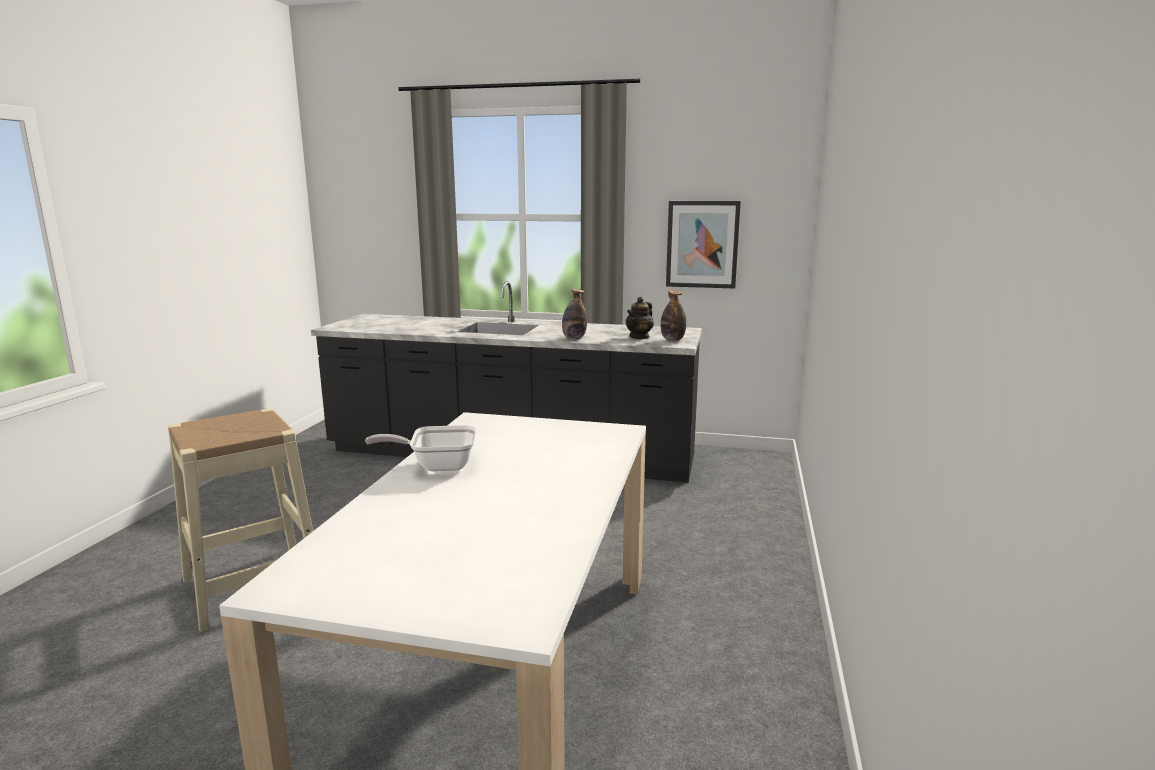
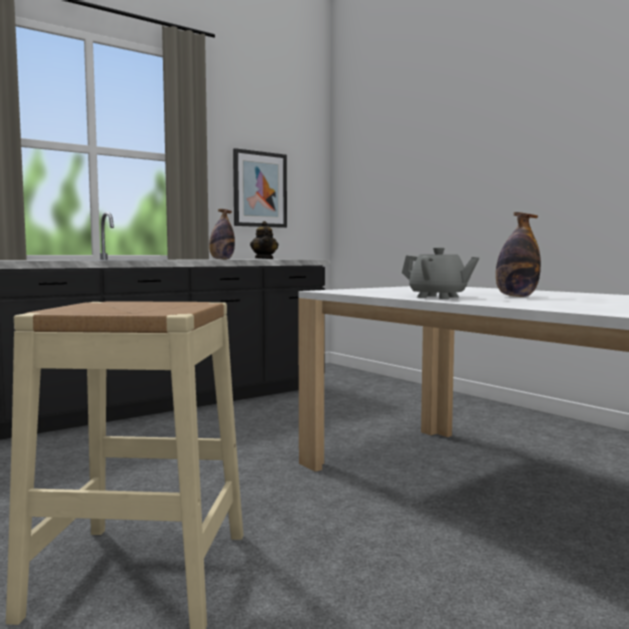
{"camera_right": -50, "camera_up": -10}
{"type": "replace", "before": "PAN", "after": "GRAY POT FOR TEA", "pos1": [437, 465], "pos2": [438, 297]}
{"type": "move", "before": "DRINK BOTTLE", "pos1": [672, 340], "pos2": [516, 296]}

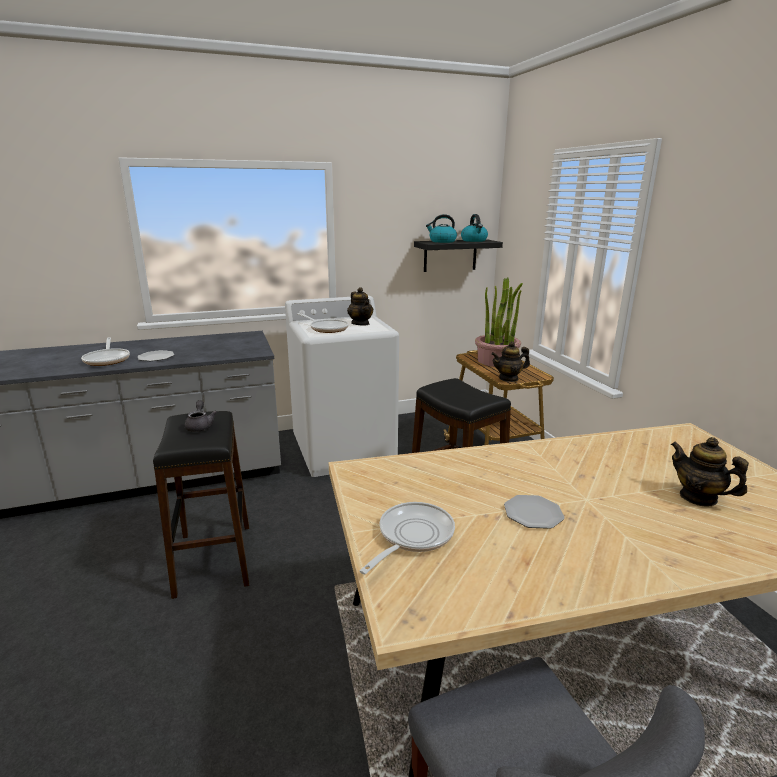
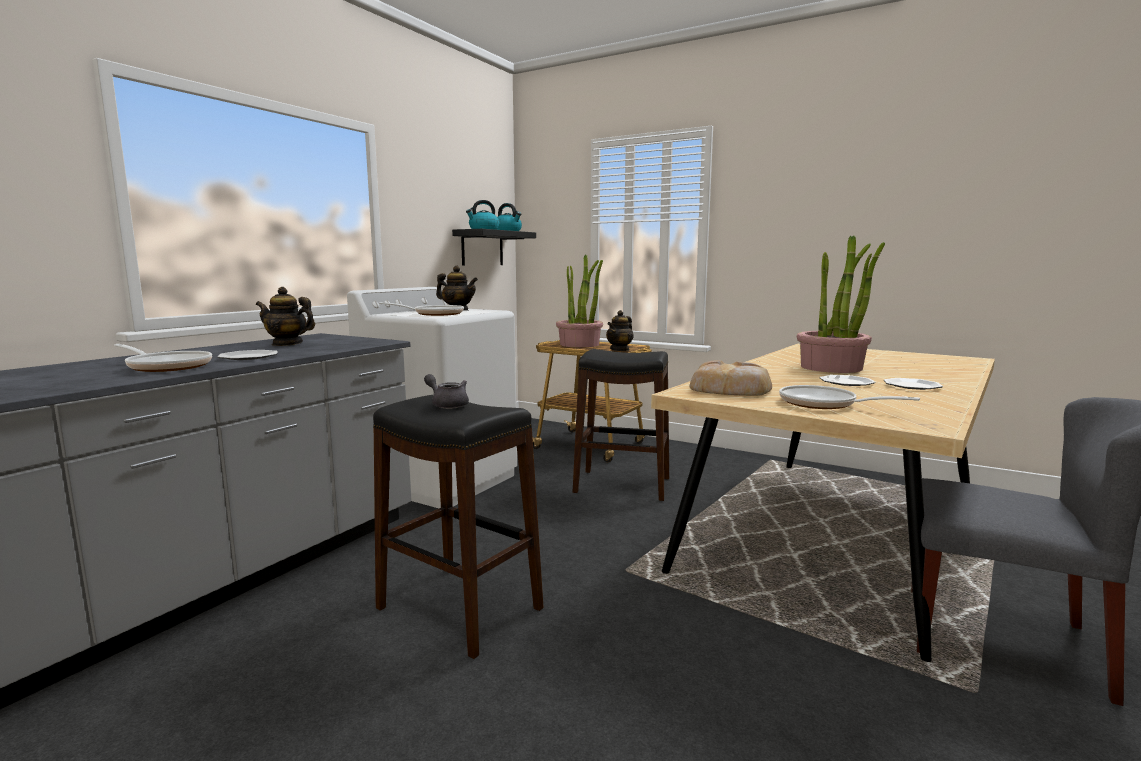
{"camera_right": -40, "camera_up": -10}
{"type": "move", "before": "POT FOR TEA", "pos1": [698, 497], "pos2": [287, 344]}
{"type": "insert", "after": "BREAD", "pos2": [731, 388]}
{"type": "rotate", "before": "PAN", "pos1": [412, 536], "pos2": [824, 404], "turn": -45}
{"type": "insert", "after": "HOUSEPLANT", "pos2": [831, 367]}
{"type": "insert", "after": "DINNER PLATE", "pos2": [912, 386]}

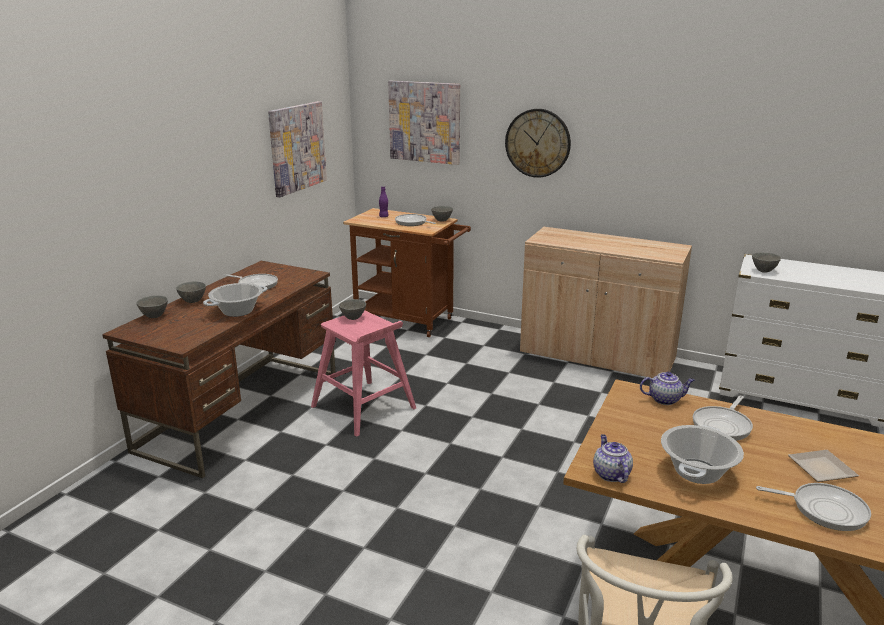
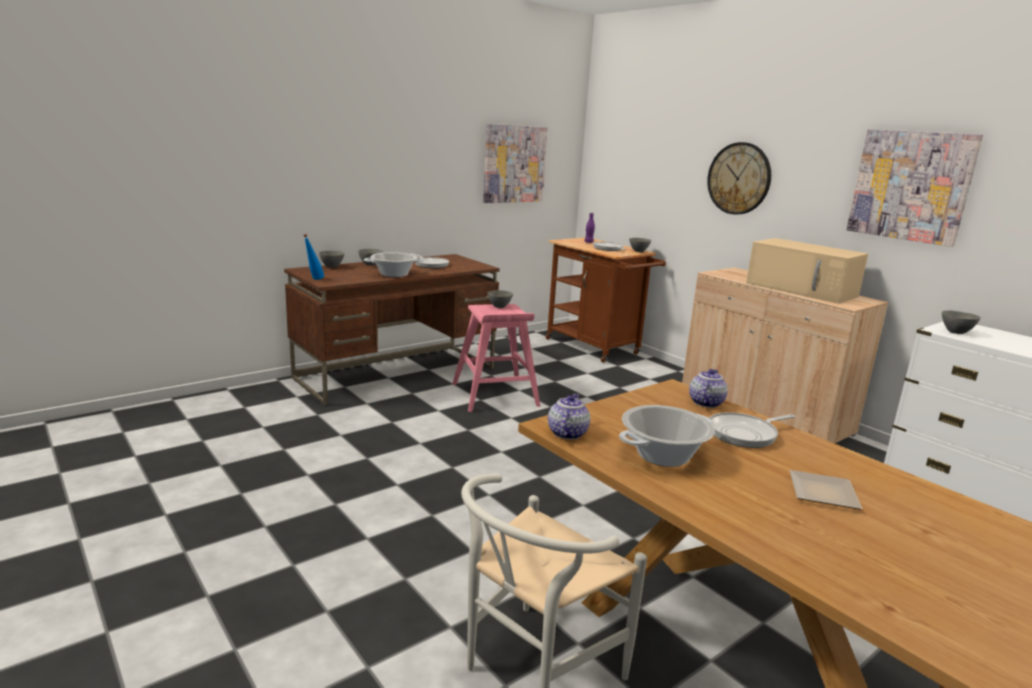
{"camera_right": 25, "camera_up": -5}
{"type": "insert", "after": "BLUE DRINK BOTTLE", "pos2": [314, 280]}
{"type": "rotate", "before": "POT FOR TEA", "pos1": [665, 399], "pos2": [705, 402], "turn": -90}
{"type": "insert", "after": "BEIGE-COLOURED MICROWAVE", "pos2": [802, 290]}
{"type": "move", "before": "WALL ART", "pos1": [425, 122], "pos2": [910, 186]}
{"type": "delete", "before": "PAN", "pos1": [824, 509]}

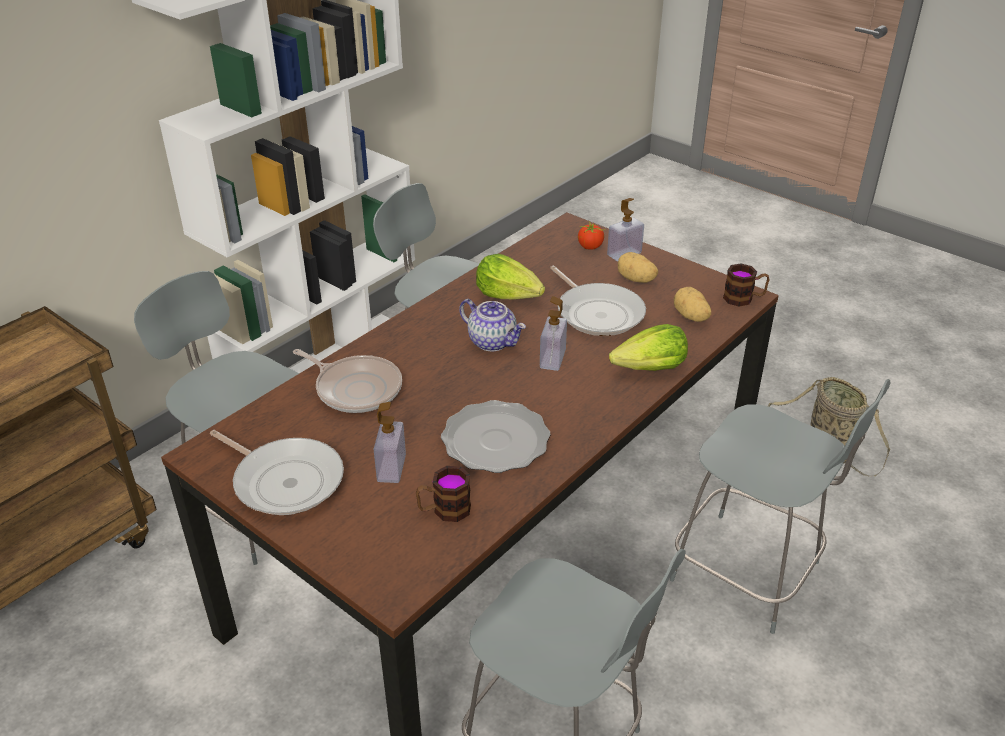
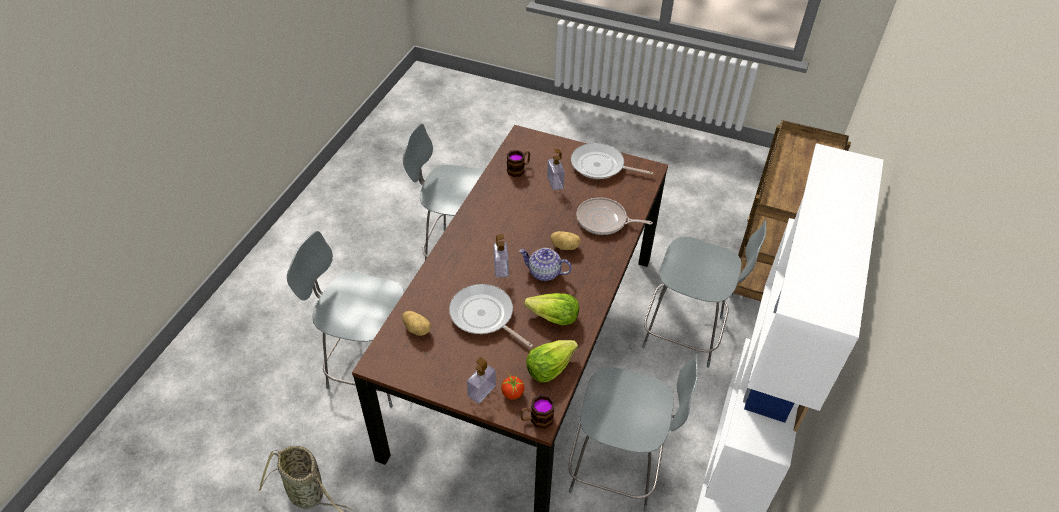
{"camera_right": 160, "camera_up": 10}
{"type": "move", "before": "TEA MUG", "pos1": [744, 298], "pos2": [536, 419]}
{"type": "move", "before": "LETTUCE", "pos1": [650, 368], "pos2": [549, 367]}
{"type": "move", "before": "WHOLE POTATO", "pos1": [636, 280], "pos2": [565, 246]}
{"type": "delete", "before": "DINNER PLATE", "pos1": [496, 441]}

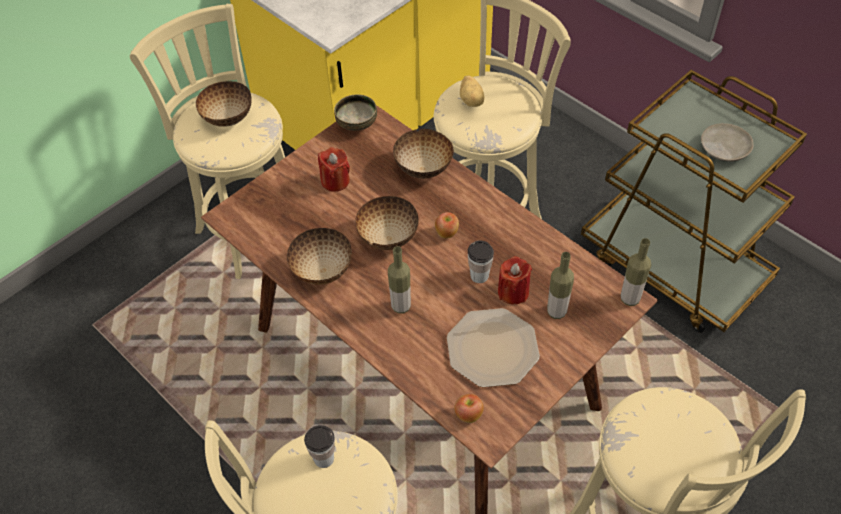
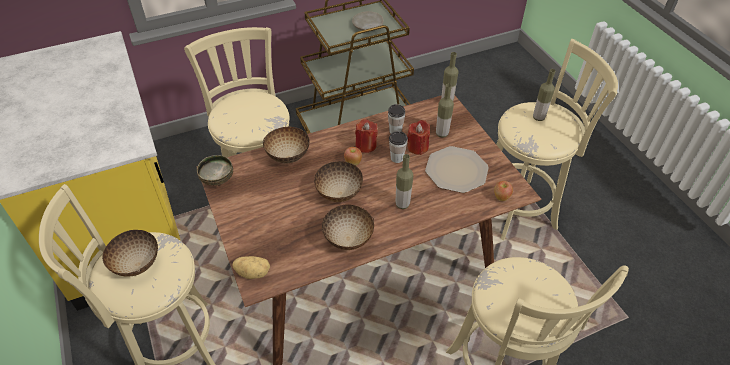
{"camera_right": -70, "camera_up": -5}
{"type": "move", "before": "WHOLE POTATO", "pos1": [472, 100], "pos2": [253, 272]}
{"type": "move", "before": "RED WAX LIGHT", "pos1": [335, 181], "pos2": [366, 145]}
{"type": "move", "before": "SMALL CUP", "pos1": [324, 458], "pos2": [395, 131]}
{"type": "insert", "after": "DRINK BOTTLE", "pos2": [538, 117]}

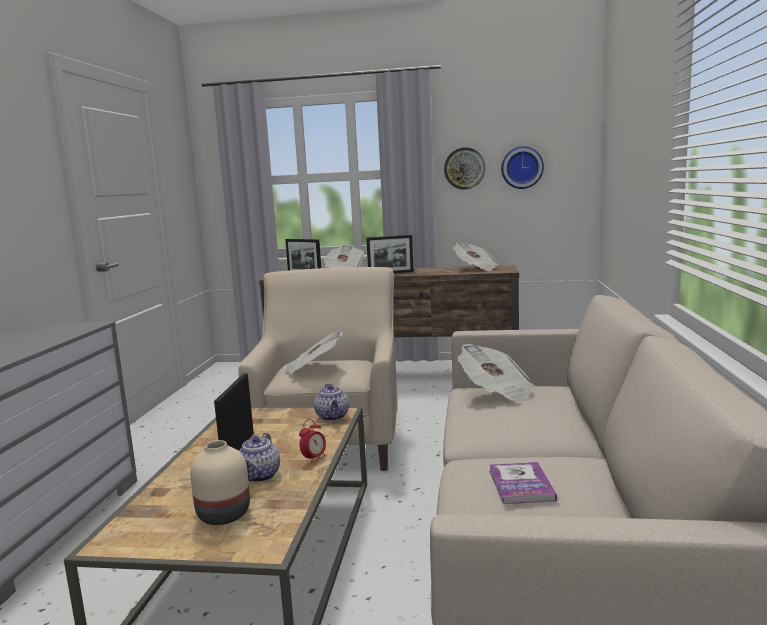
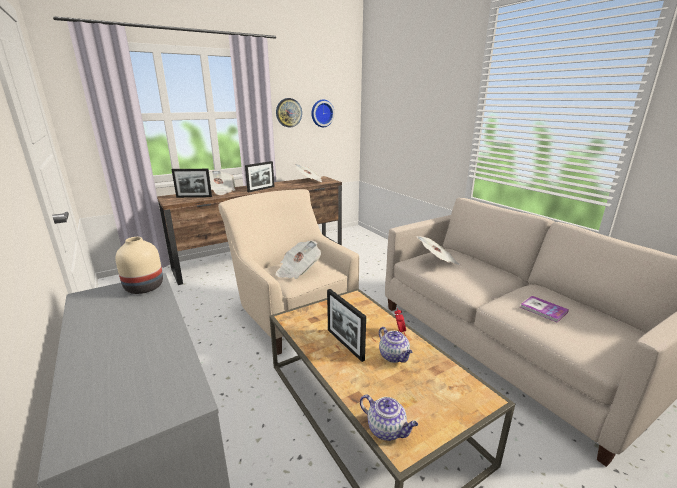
{"camera_right": -40, "camera_up": 10}
{"type": "move", "before": "BEIGE-COLOURED VASE", "pos1": [224, 514], "pos2": [144, 287]}
{"type": "move", "before": "POT FOR TEA", "pos1": [333, 417], "pos2": [387, 430]}

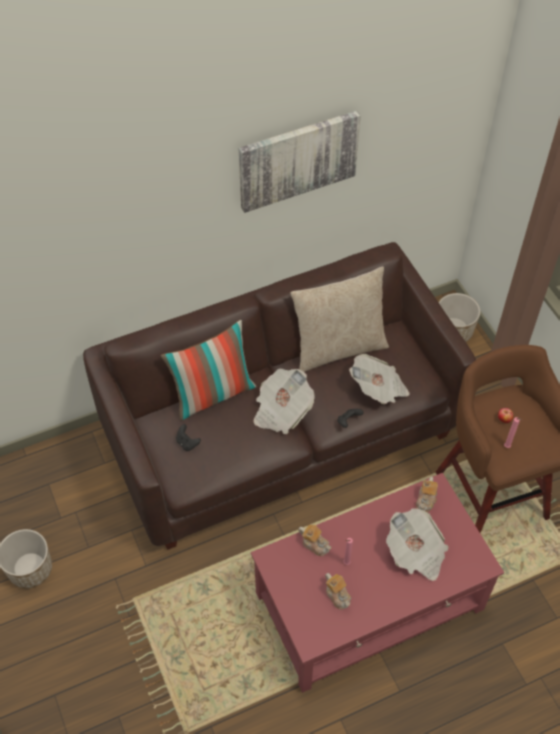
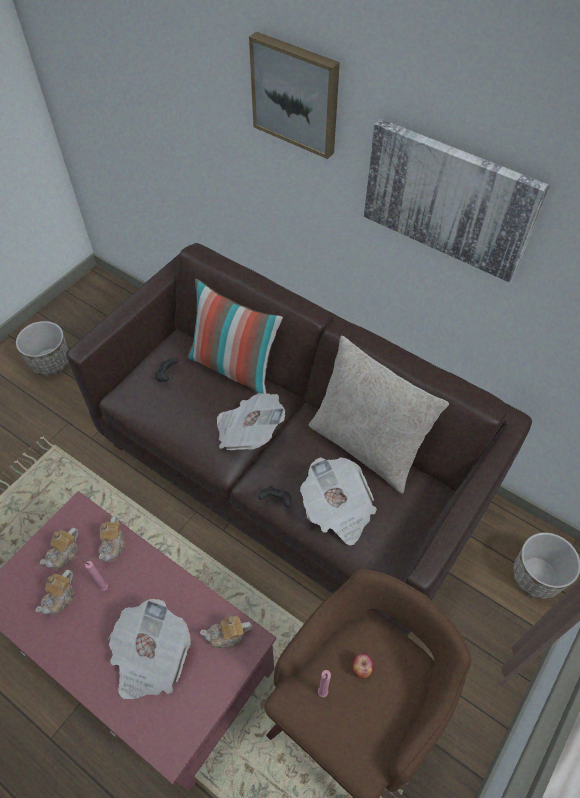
{"camera_right": 60, "camera_up": 0}
{"type": "insert", "after": "POT FOR TEA", "pos2": [64, 554]}
{"type": "insert", "after": "WALL ART", "pos2": [296, 94]}

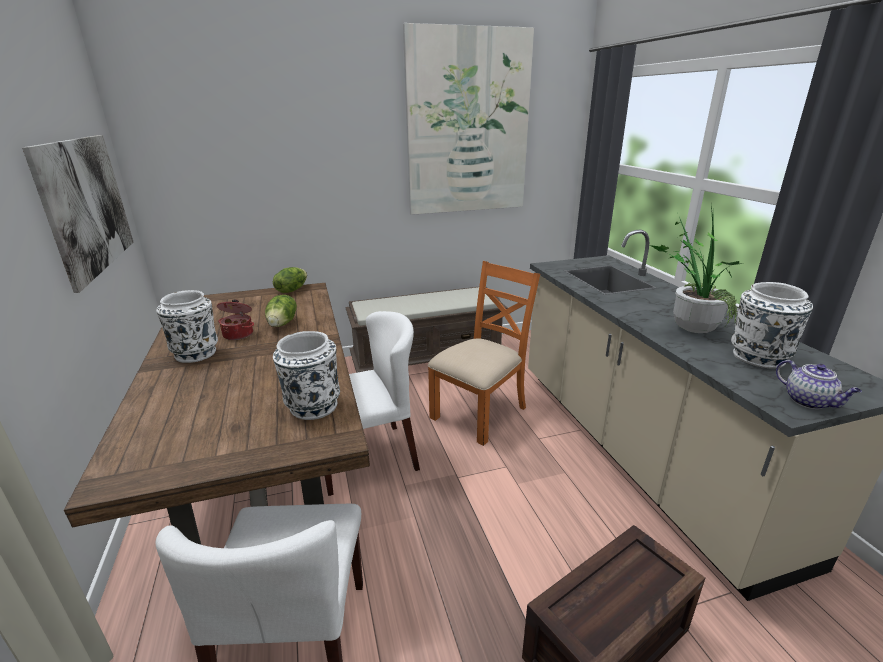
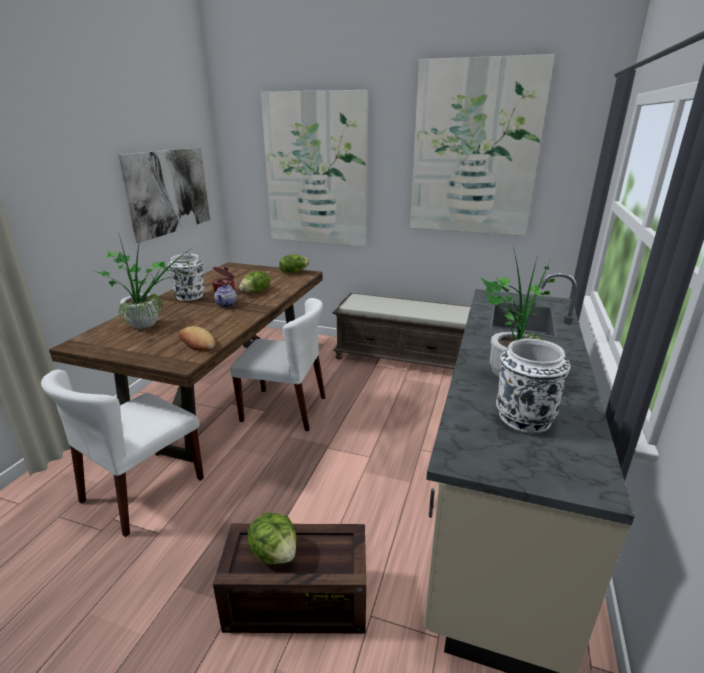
{"camera_right": 35, "camera_up": 0}
{"type": "insert", "after": "HOUSEPLANT", "pos2": [151, 324]}
{"type": "replace", "before": "WHITE-COLOURED VASE", "after": "BREAD", "pos1": [312, 407], "pos2": [197, 343]}
{"type": "move", "before": "POT FOR TEA", "pos1": [809, 401], "pos2": [226, 305]}
{"type": "insert", "after": "LETTUCE", "pos2": [275, 553]}
{"type": "insert", "after": "WALL ART", "pos2": [316, 171]}
{"type": "delete", "before": "ORANGE-COLOURED PLAIN CHAIR", "pos1": [480, 412]}

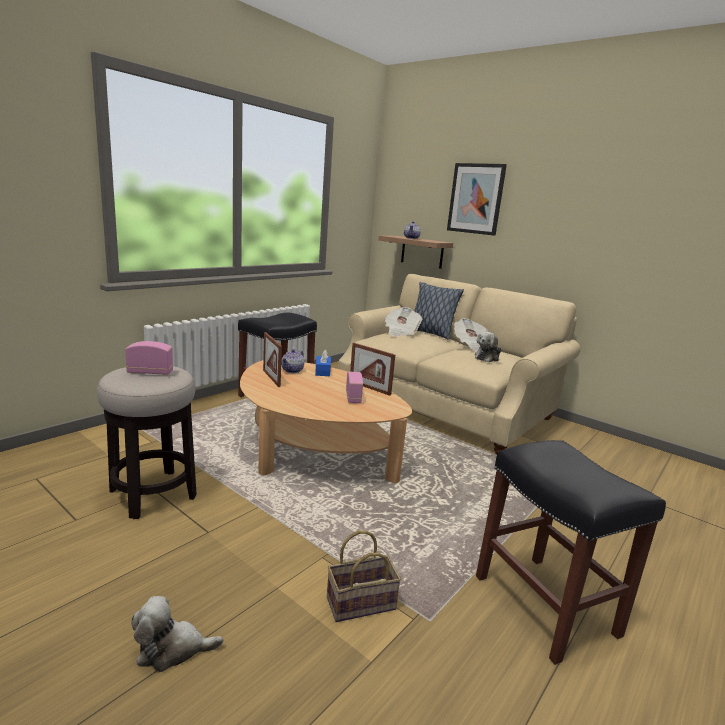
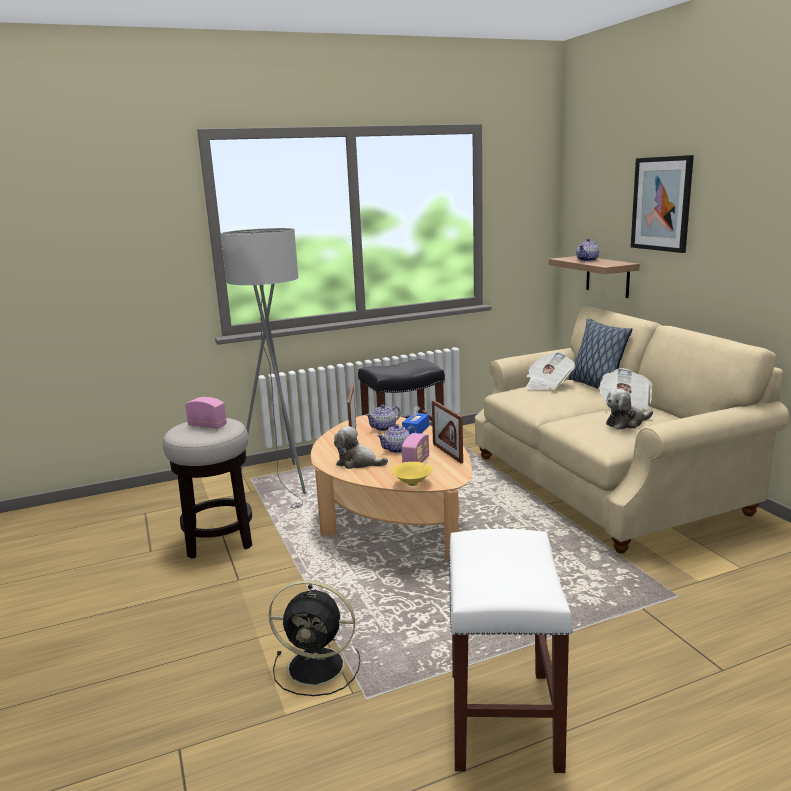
{"camera_right": 30, "camera_up": 0}
{"type": "insert", "after": "GRAY STANDARD LAMP", "pos2": [283, 483]}
{"type": "replace", "before": "BASKET", "after": "BLACK-COLOURED ELECTRIC FAN", "pos1": [362, 602], "pos2": [319, 666]}
{"type": "move", "before": "PLUSH TOY", "pos1": [172, 649], "pos2": [358, 463]}
{"type": "insert", "after": "POT FOR TEA", "pos2": [398, 449]}
{"type": "insert", "after": "YELLOW DEEP DISH", "pos2": [413, 483]}
{"type": "recolor", "before": "BLACK-COLOURED STOOL SEAT", "after": "WHITE-COLOURED STOOL SEAT", "pos1": [547, 606], "pos2": [504, 720]}

